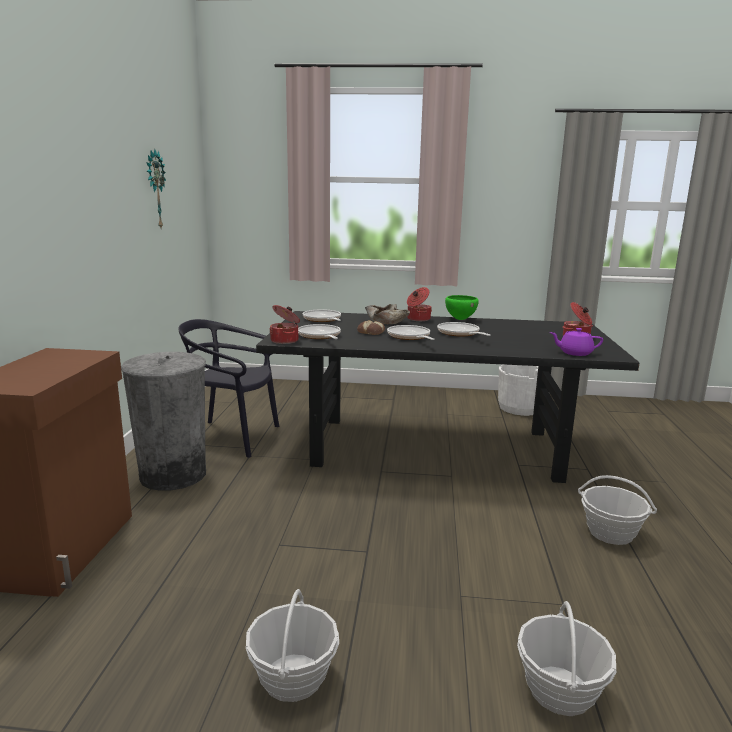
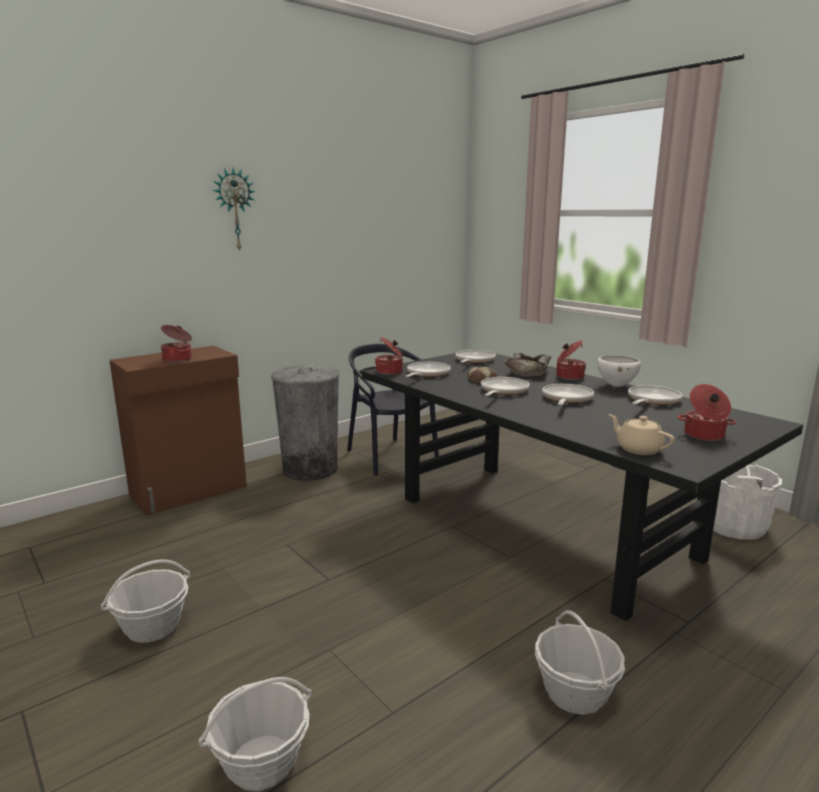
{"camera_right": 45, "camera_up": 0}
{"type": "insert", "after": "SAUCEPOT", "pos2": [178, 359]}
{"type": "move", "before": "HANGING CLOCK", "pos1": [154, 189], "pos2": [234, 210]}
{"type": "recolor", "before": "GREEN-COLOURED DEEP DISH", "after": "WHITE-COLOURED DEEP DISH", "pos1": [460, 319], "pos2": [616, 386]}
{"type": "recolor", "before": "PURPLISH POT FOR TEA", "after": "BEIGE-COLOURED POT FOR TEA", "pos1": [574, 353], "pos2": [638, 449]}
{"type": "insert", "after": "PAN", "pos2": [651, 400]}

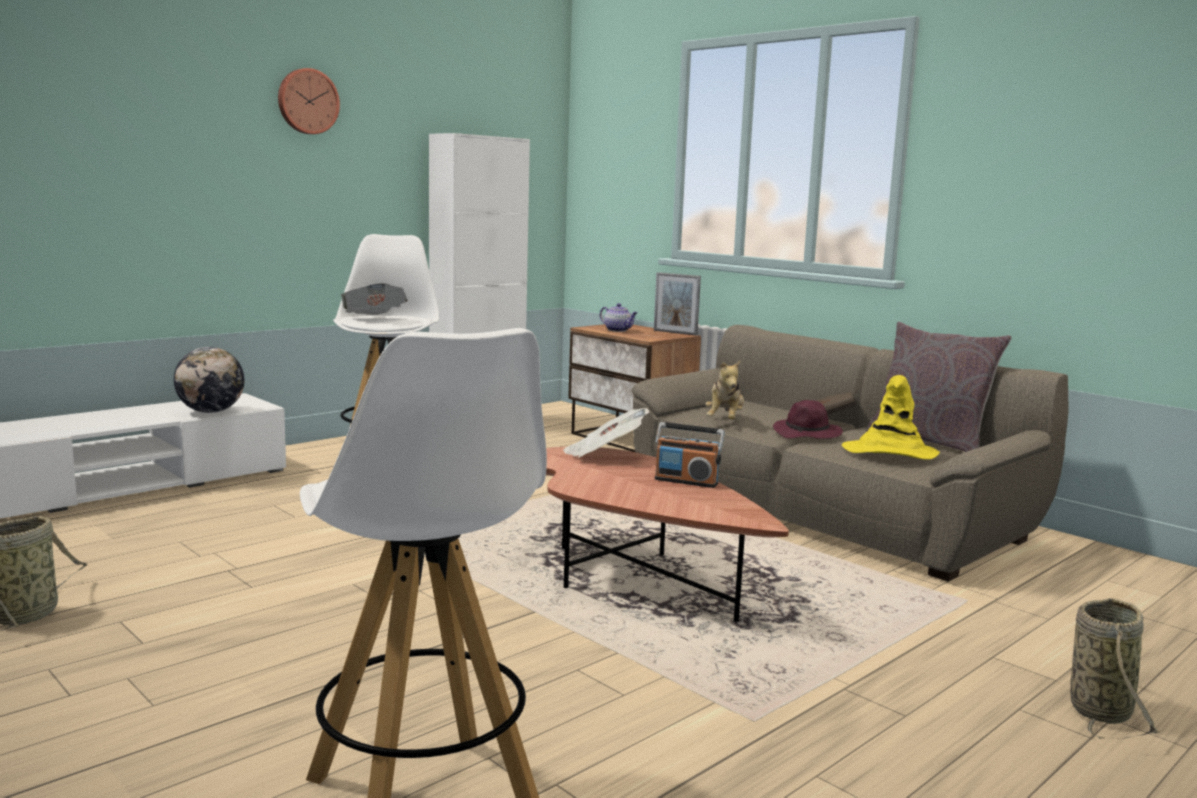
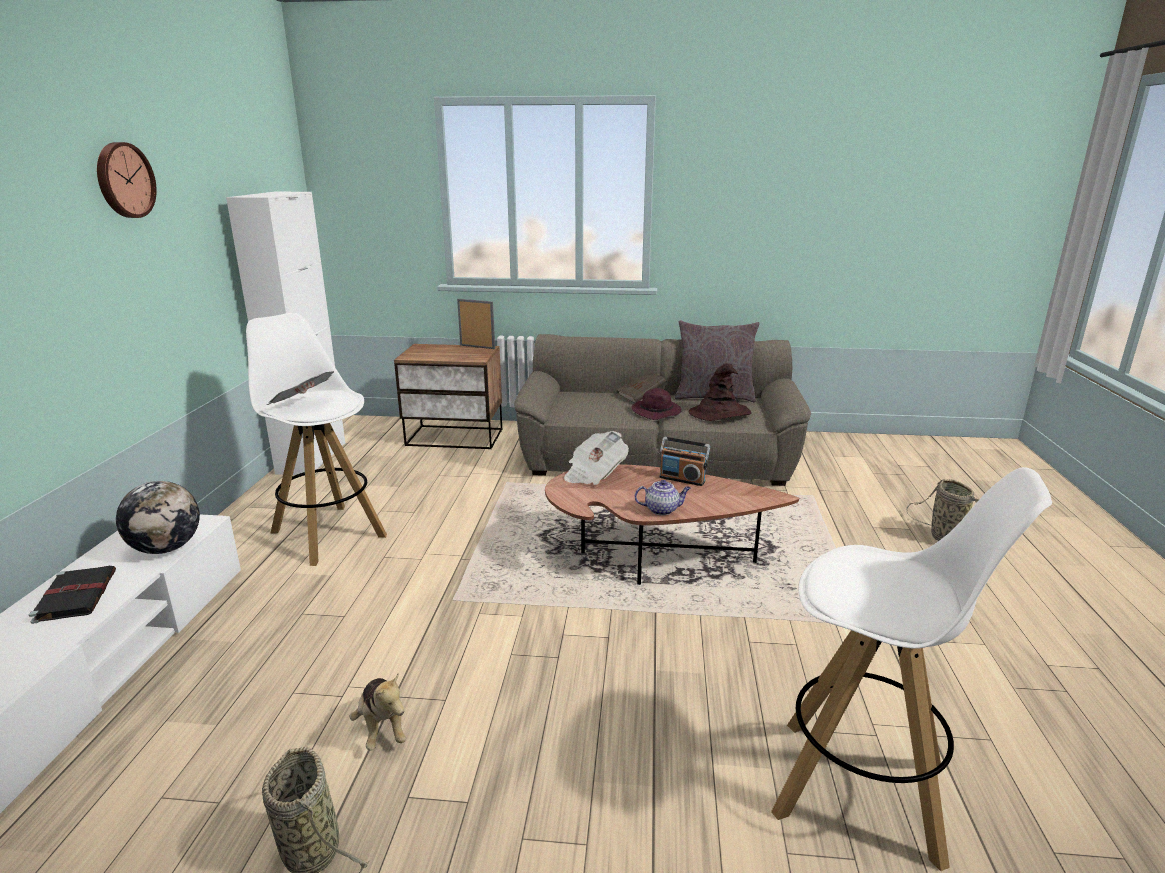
{"camera_right": -40, "camera_up": 10}
{"type": "insert", "after": "BLACK-COLOURED BOOK", "pos2": [76, 595]}
{"type": "move", "before": "PLUSH TOY", "pos1": [725, 420], "pos2": [382, 728]}
{"type": "rotate", "before": "PHOTO FRAME", "pos1": [675, 332], "pos2": [477, 347], "turn": -150}
{"type": "move", "before": "POT FOR TEA", "pos1": [618, 330], "pos2": [662, 510]}
{"type": "rotate", "before": "RADIO SET", "pos1": [686, 481], "pos2": [682, 479], "turn": 45}
{"type": "recolor", "before": "YELLOW WEARABLE HAT", "after": "BROWN-COLOURED WEARABLE HAT", "pos1": [889, 452], "pos2": [719, 413]}

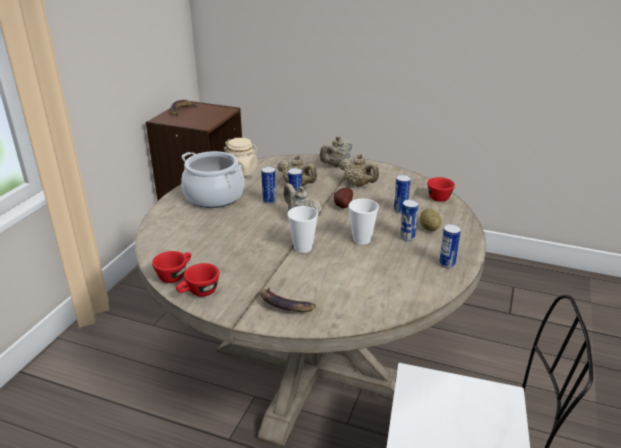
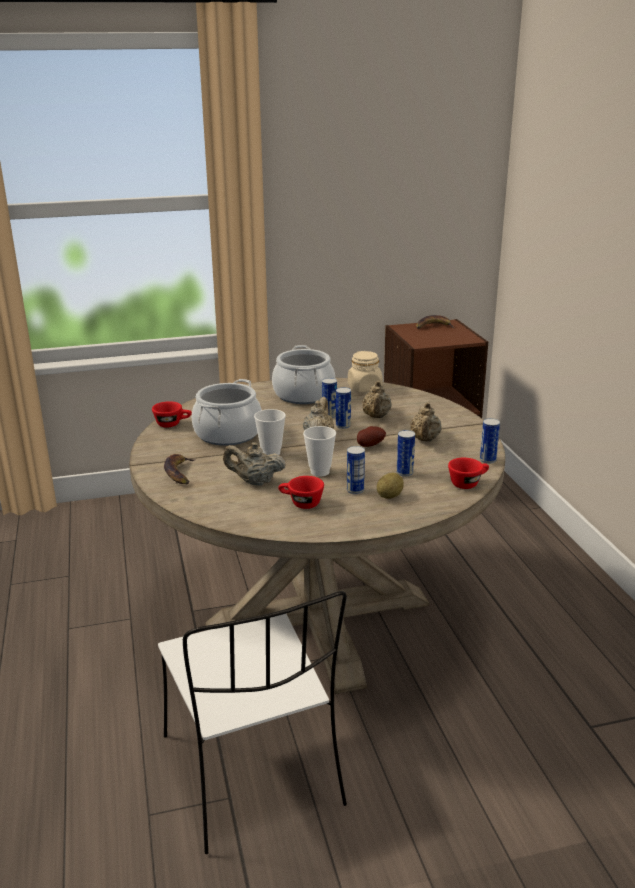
{"camera_right": 55, "camera_up": -5}
{"type": "insert", "after": "SAUCEPOT", "pos2": [228, 434]}
{"type": "move", "before": "BEIGE-COLOURED POT FOR TEA", "pos1": [336, 165], "pos2": [255, 482]}
{"type": "move", "before": "RED SMALL CUP", "pos1": [199, 293], "pos2": [301, 503]}
{"type": "move", "before": "METAL CAN", "pos1": [447, 264], "pos2": [488, 460]}

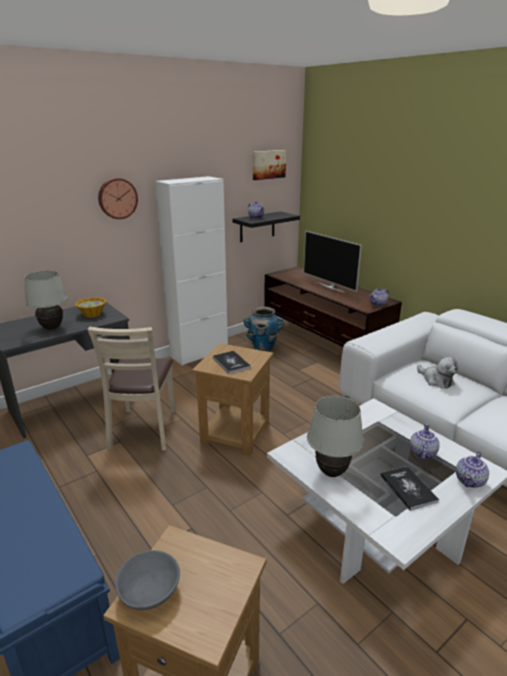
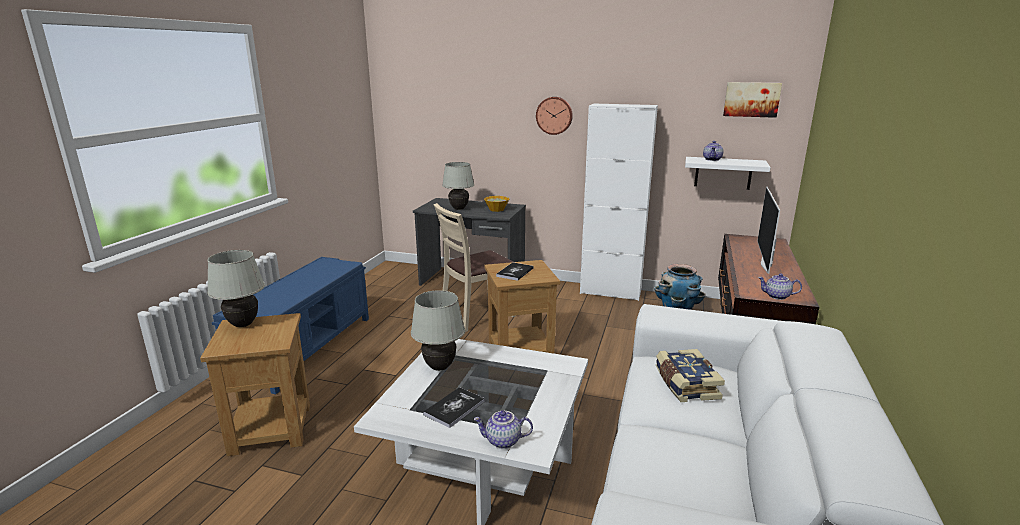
{"camera_right": 55, "camera_up": -5}
{"type": "replace", "before": "GRAY DEEP DISH", "after": "WHITE-COLOURED TABLETOP LAMP", "pos1": [149, 592], "pos2": [243, 324]}
{"type": "replace", "before": "PLUSH TOY", "after": "BOOK", "pos1": [436, 380], "pos2": [685, 385]}
{"type": "recolor", "before": "BLACK-COLOURED WALL SHELF", "after": "WHITE-COLOURED WALL SHELF", "pos1": [257, 227], "pos2": [723, 173]}
{"type": "delete", "before": "POT FOR TEA", "pos1": [422, 452]}

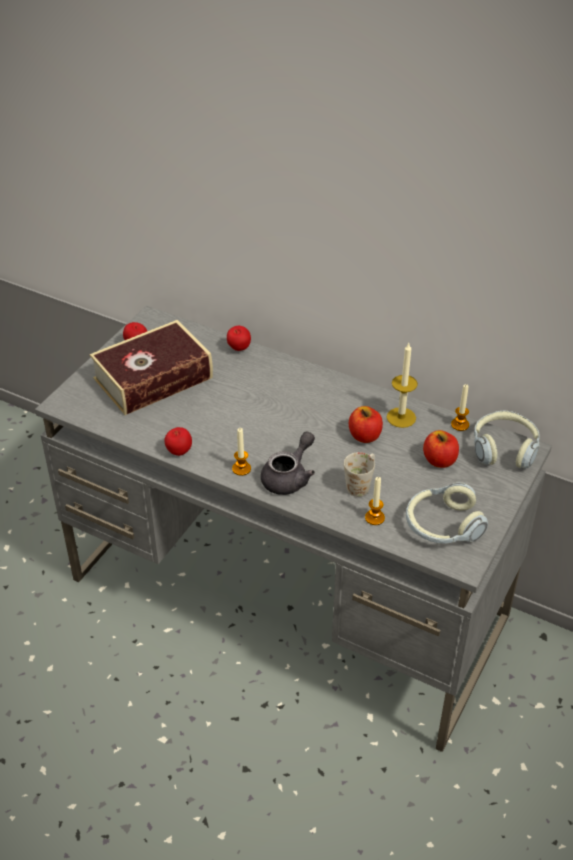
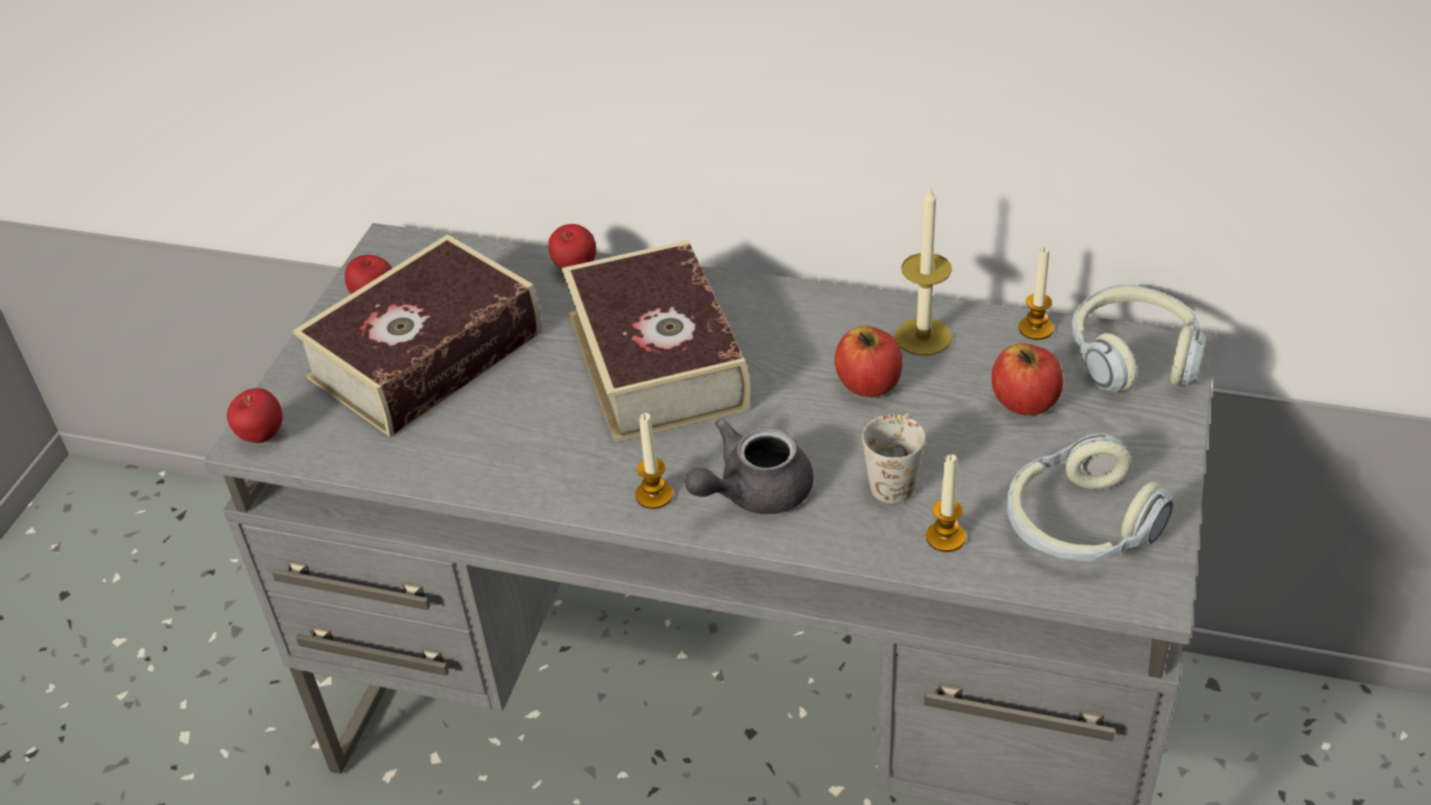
{"camera_right": -10, "camera_up": 0}
{"type": "move", "before": "WHOLE APPLE", "pos1": [179, 452], "pos2": [262, 437]}
{"type": "insert", "after": "BOOK", "pos2": [656, 360]}
{"type": "rotate", "before": "GRAY POT FOR TEA", "pos1": [289, 477], "pos2": [753, 492], "turn": -150}

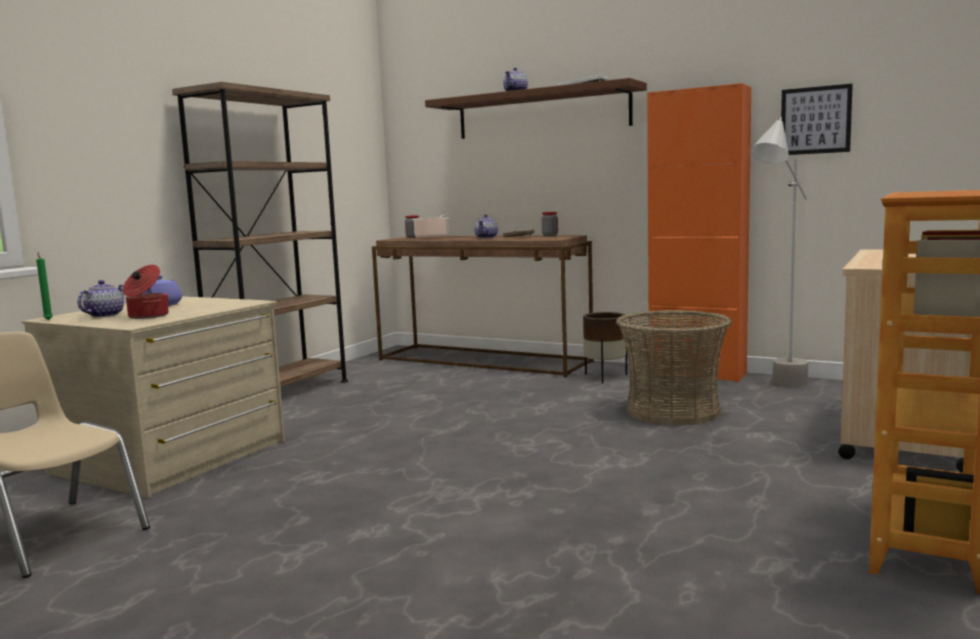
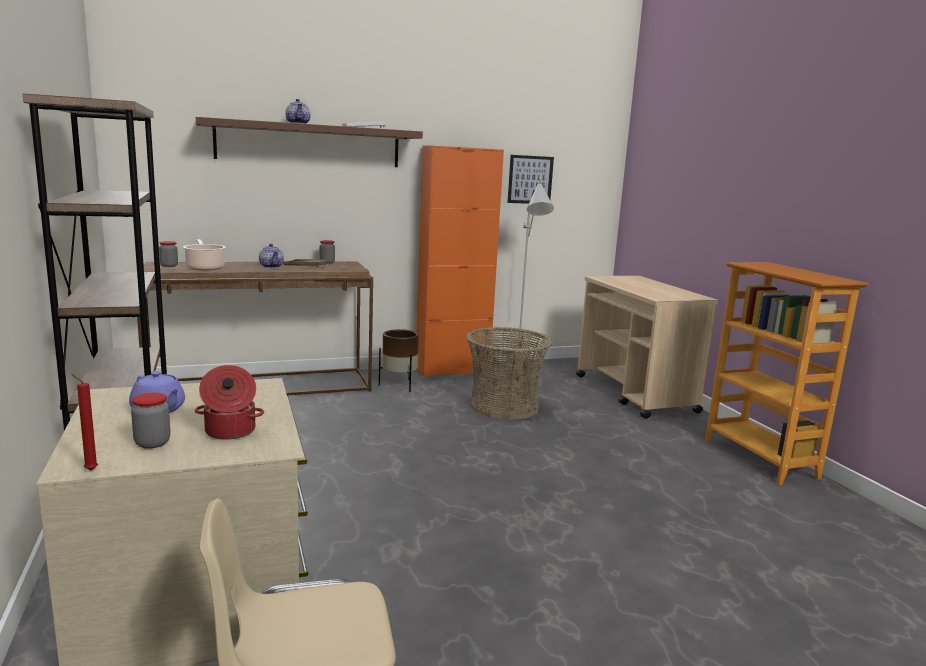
{"camera_right": -50, "camera_up": 5}
{"type": "recolor", "before": "GREEN-COLOURED WAX LIGHT", "after": "RED WAX LIGHT", "pos1": [48, 319], "pos2": [89, 470]}
{"type": "replace", "before": "POT FOR TEA", "after": "STORAGE JAR", "pos1": [104, 315], "pos2": [152, 443]}

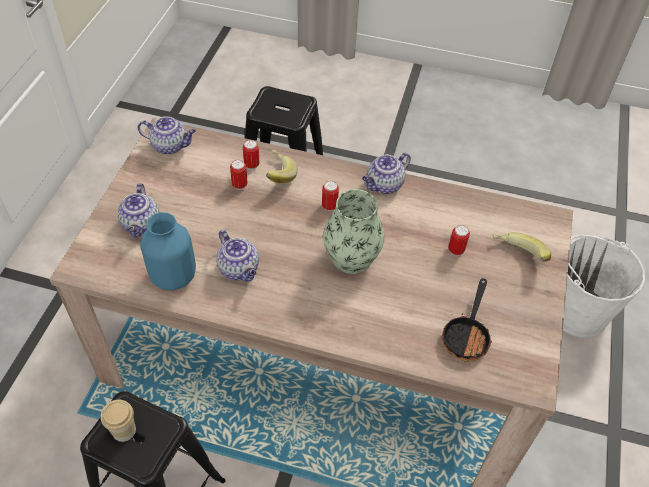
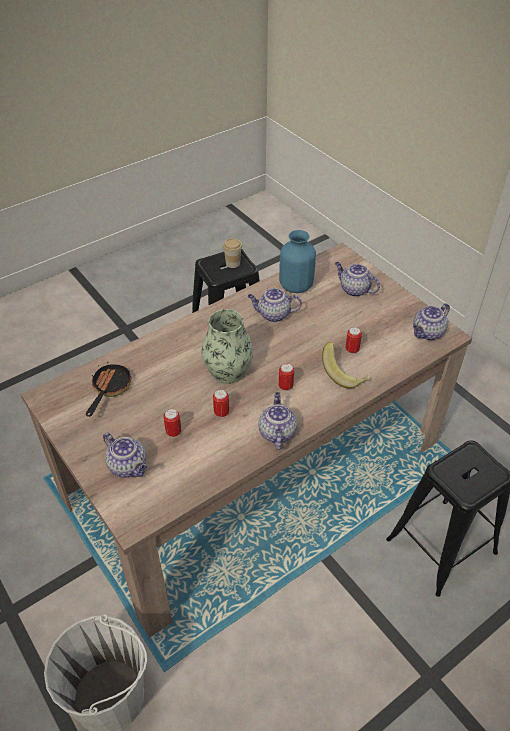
{"camera_right": 130, "camera_up": -5}
{"type": "rotate", "before": "PAN", "pos1": [467, 335], "pos2": [109, 389], "turn": 45}
{"type": "replace", "before": "BANANA FRUIT", "after": "POT FOR TEA", "pos1": [517, 256], "pos2": [129, 466]}
{"type": "move", "before": "METAL CAN", "pos1": [251, 165], "pos2": [221, 413]}

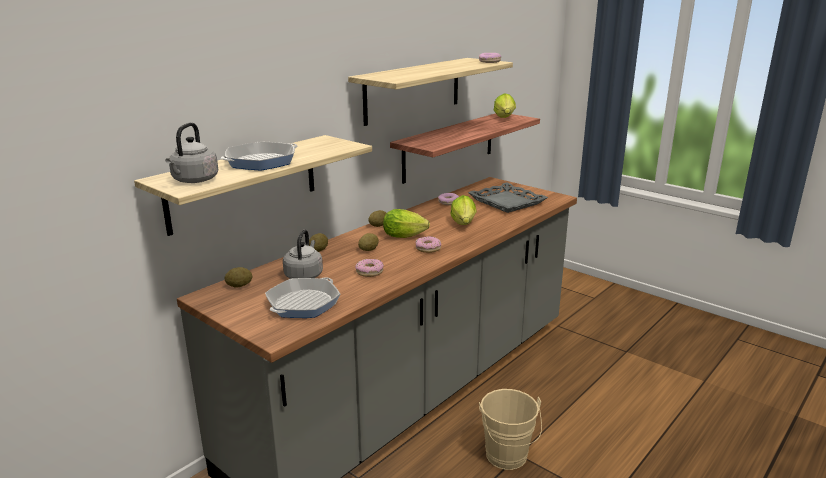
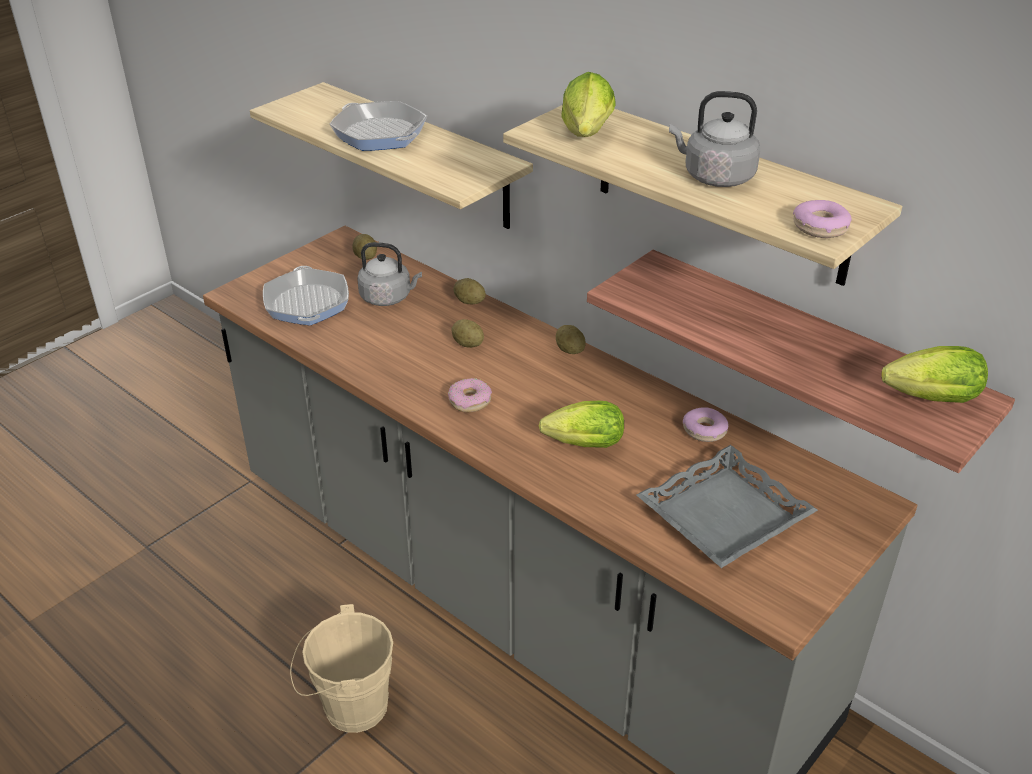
{"camera_right": 90, "camera_up": 15}
{"type": "rotate", "before": "PAN", "pos1": [303, 303], "pos2": [307, 303], "turn": 45}
{"type": "move", "before": "LETTUCE", "pos1": [406, 236], "pos2": [586, 136]}
{"type": "move", "before": "GRAY TEA KETTLE", "pos1": [194, 180], "pos2": [714, 177]}
{"type": "delete", "before": "DONUT", "pos1": [369, 272]}

